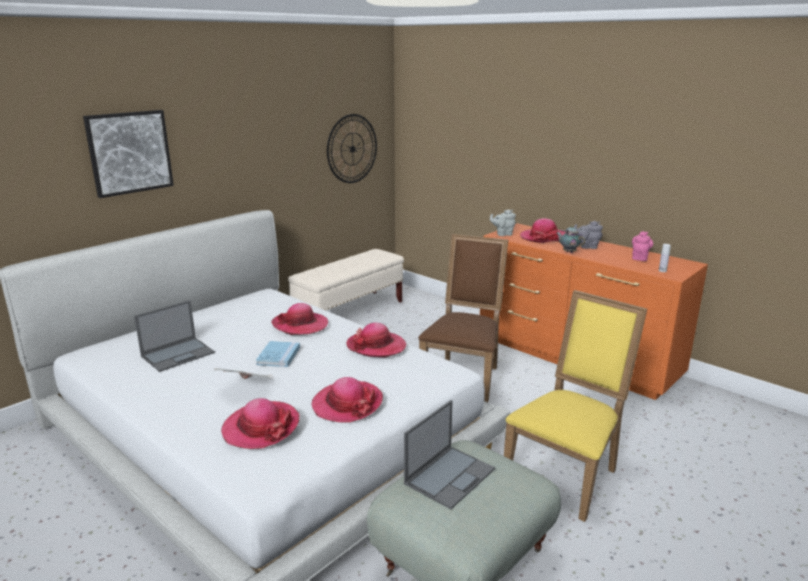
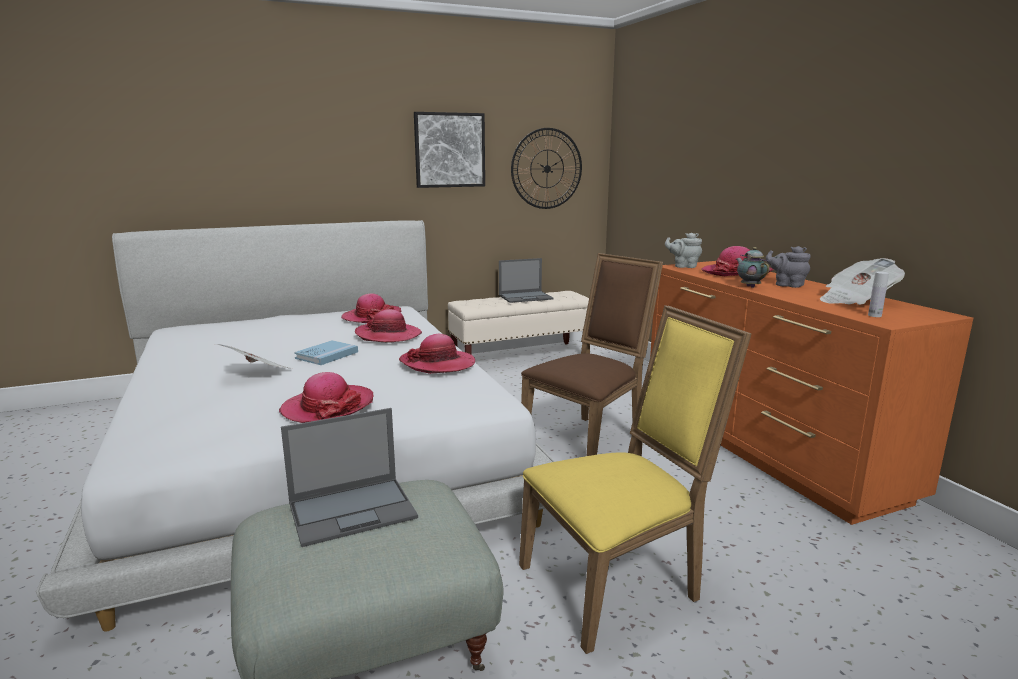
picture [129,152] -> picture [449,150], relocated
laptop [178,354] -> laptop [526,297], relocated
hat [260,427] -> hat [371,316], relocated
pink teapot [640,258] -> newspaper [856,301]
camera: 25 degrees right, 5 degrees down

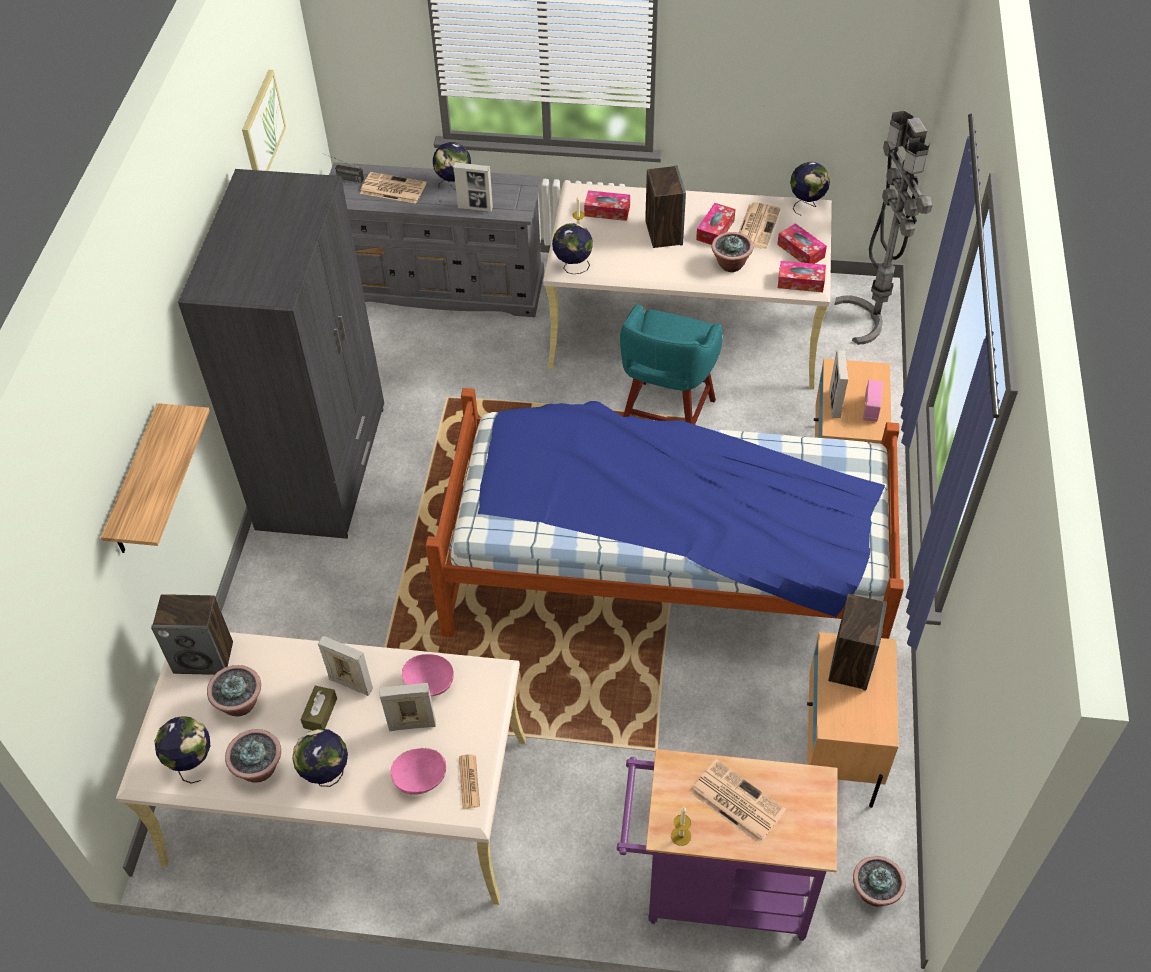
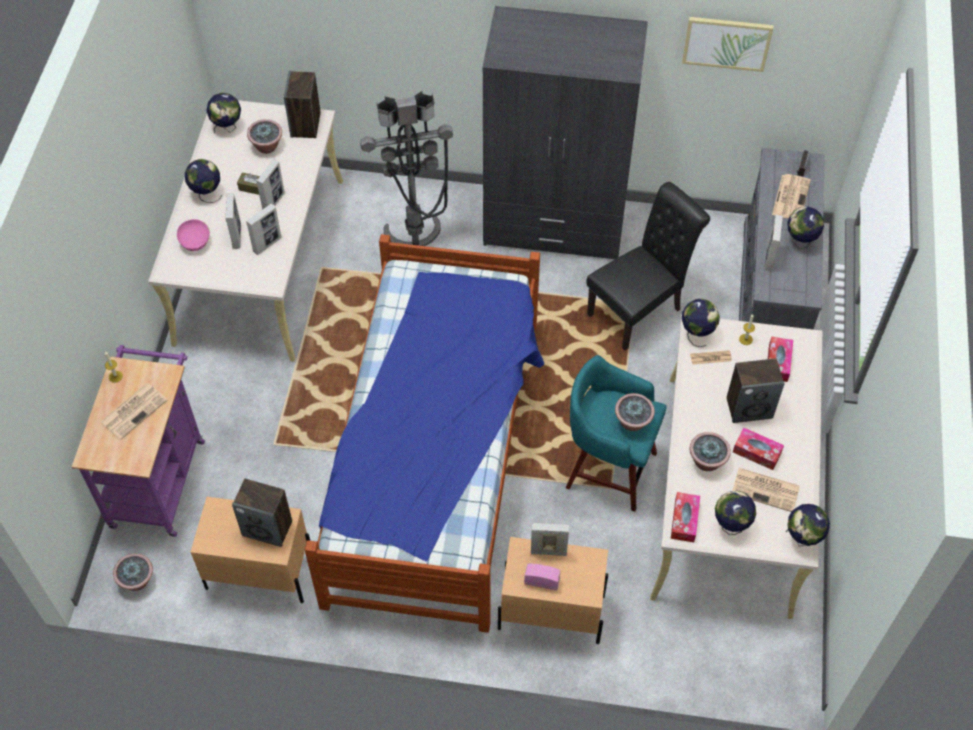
shelf [136,484] -> none
potted plant [259,768] -> potted plant [632,422], relocated
pink bowl [429,684] -> picture frame [267,244]
newspaper [469,781] -> newspaper [710,357], relocated
tissue box [801,251] -> globe [730,525]
grey floor lamp [871,317] -> grey floor lamp [415,242], relocated
none -> black chair [639,310]
camera: 90 degrees right, 5 degrees up

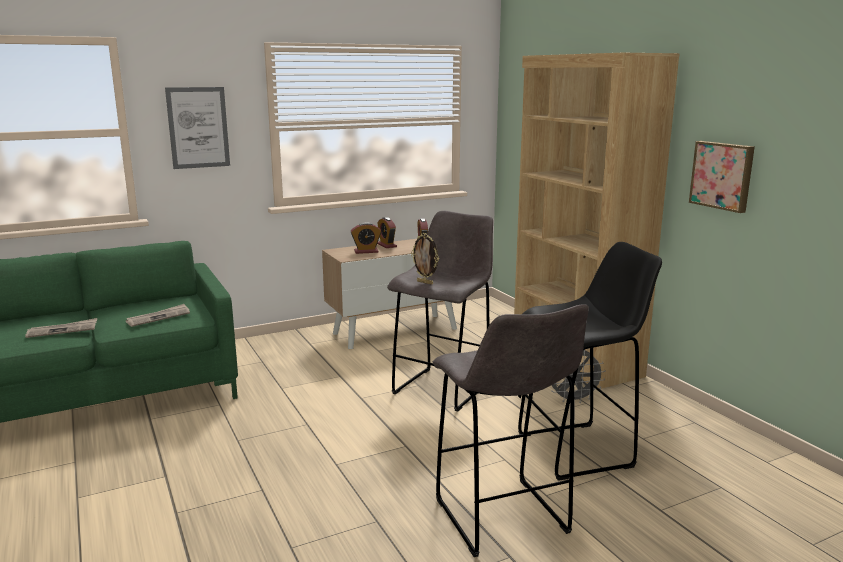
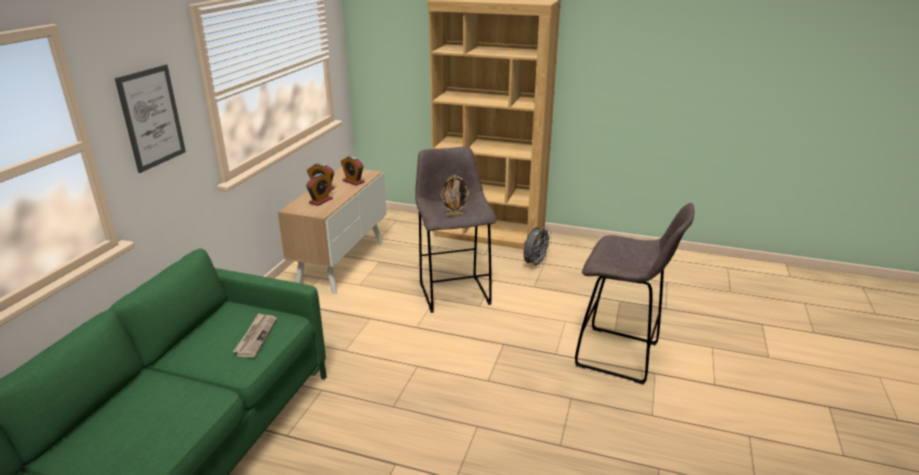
newspaper [63,330] -> none
black stool [578,450] -> none
picture [722,175] -> none
camera: 45 degrees left, 10 degrees up

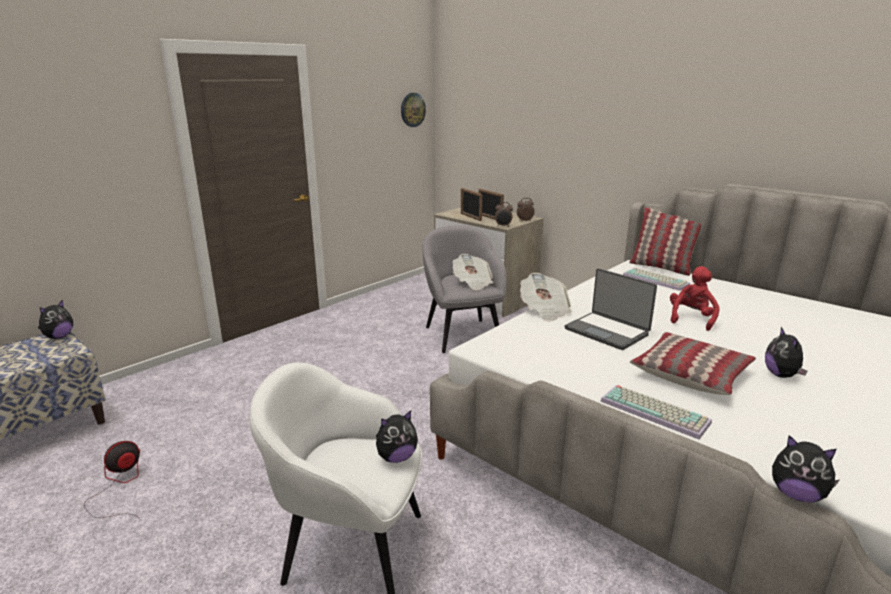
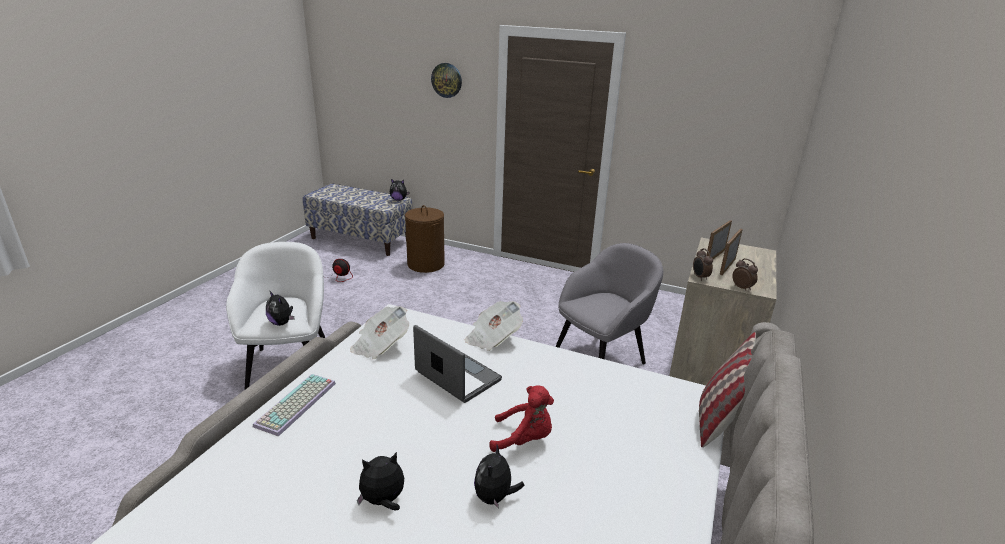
wall clock [412,110] -> wall clock [446,80], relocated
newspaper [472,282] -> newspaper [380,345], relocated
laptop [607,331] -> laptop [456,377], 105 degrees clockwise
keyboard [656,280] -> none
pillow [690,373] -> none
plush toy [796,494] -> plush toy [495,497], relocated
none -> brown laundry basket [425,264]
camera: 70 degrees right, 5 degrees up

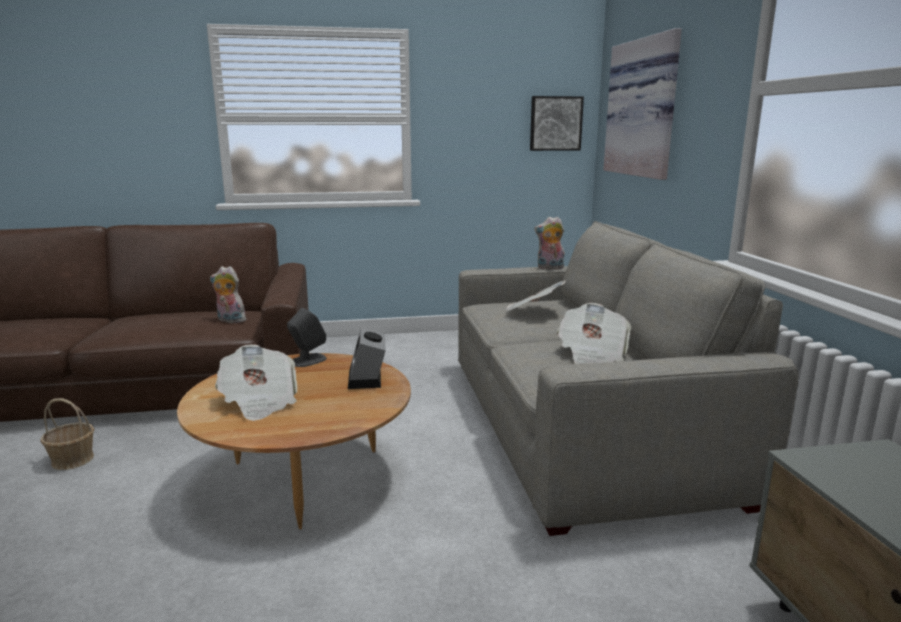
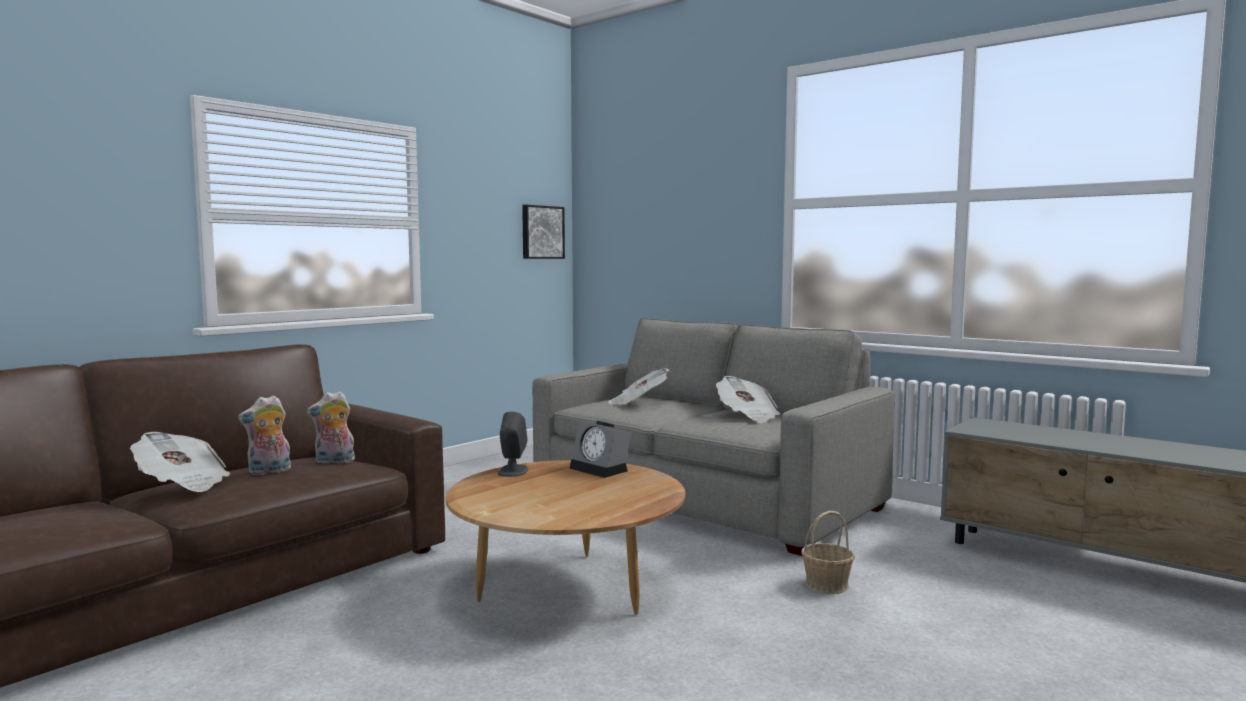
basket [73,460] -> basket [827,585], relocated
newspaper [259,402] -> newspaper [183,484], relocated
plush toy [549,268] -> plush toy [269,472], relocated
picture [644,108] -> none
camera: 40 degrees left, 10 degrees down

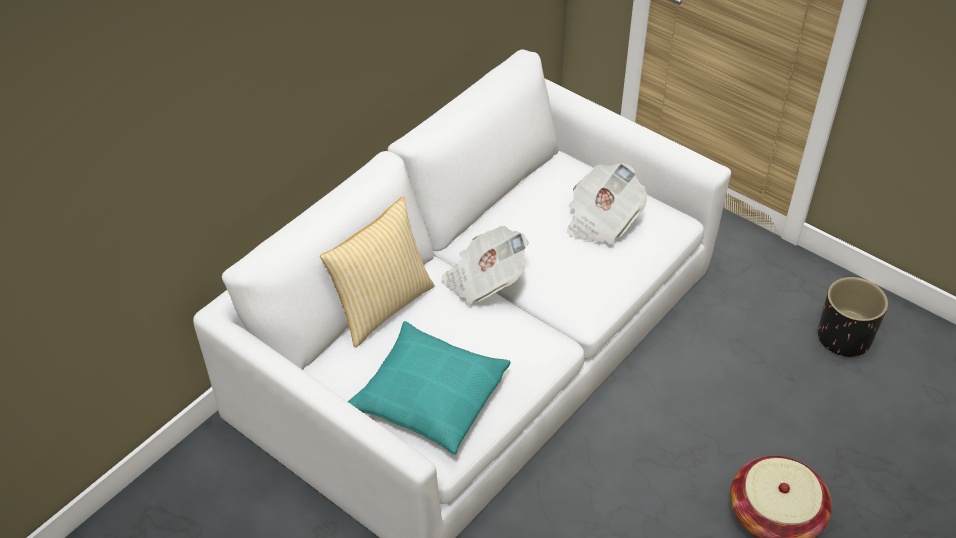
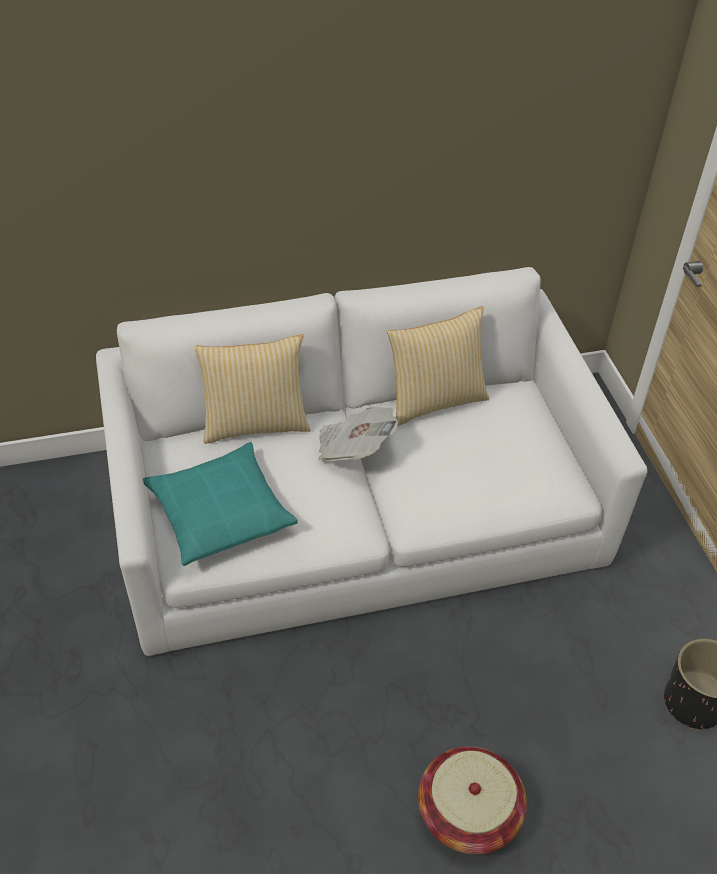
newspaper [601,220] -> none
none -> pillow [434,400]
camera: 35 degrees right, 0 degrees up

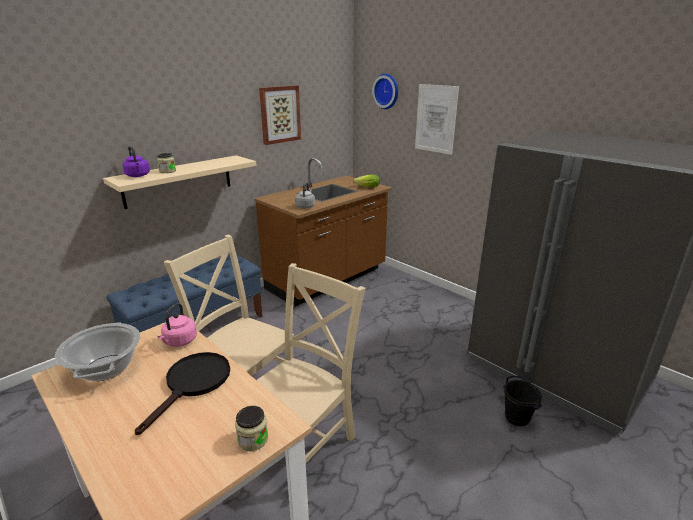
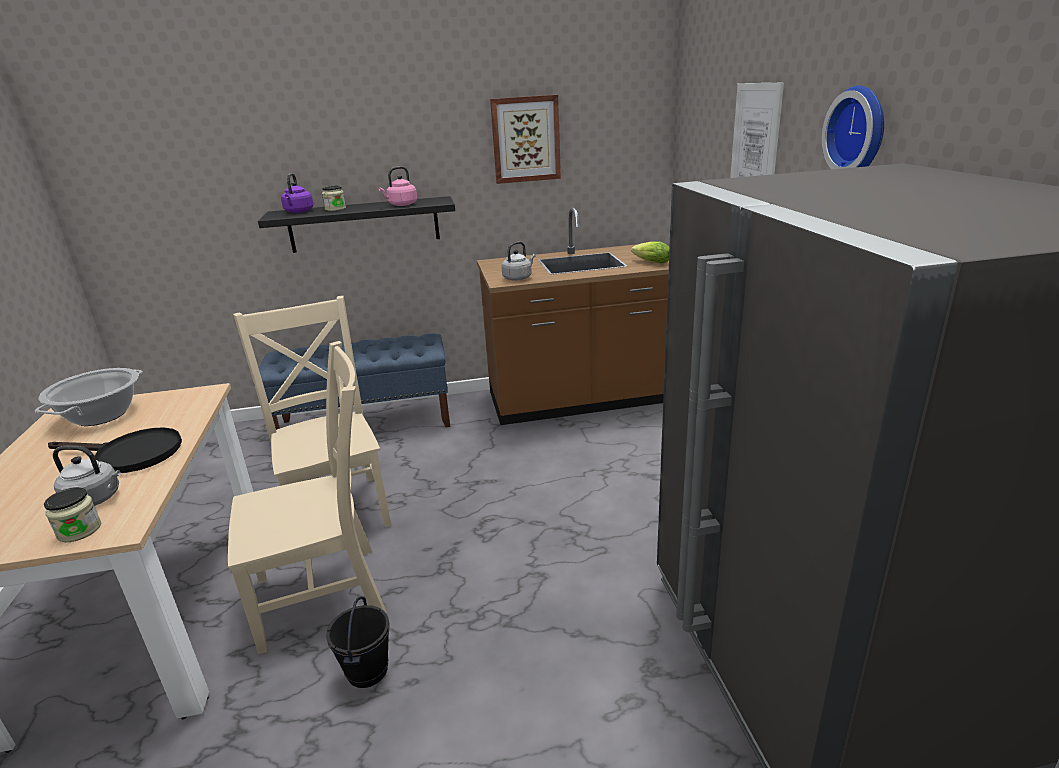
beige shelf [178,181] -> black shelf [364,224]
black frying pan [193,384] -> black frying pan [130,455], 45 degrees clockwise
pink kettle [179,342] -> pink kettle [401,205], relocated
wall clock [387,91] -> wall clock [859,131], relocated
black bucket [517,417] -> black bucket [368,671], relocated
none -> grey kettle [96,499]
camera: 35 degrees right, 0 degrees up

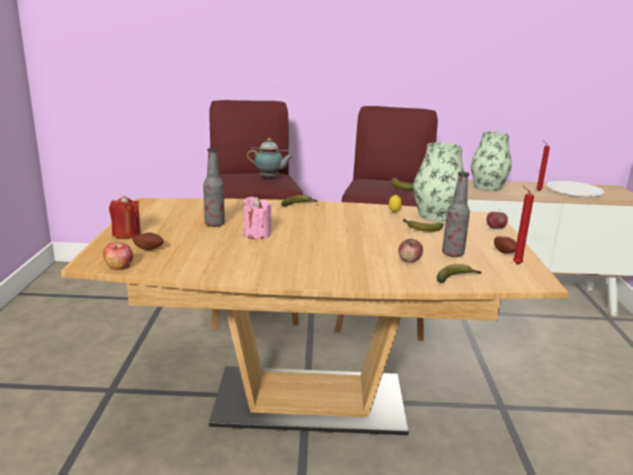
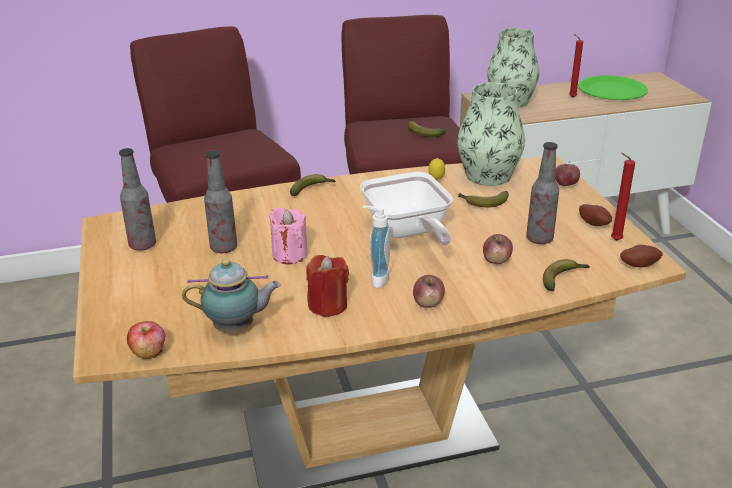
red candle [126,234] -> red candle [327,305], relocated
potato [149,248] -> potato [638,264], relocated
teapot [270,178] -> teapot [237,328], relocated
white plate [574,190] -> green plate [612,90]
none -> bottle [142,245]
none -> frying pan [408,232]
none -> soap dispenser [376,278]
none -> apple [428,303]
camera: 15 degrees left, 10 degrees up

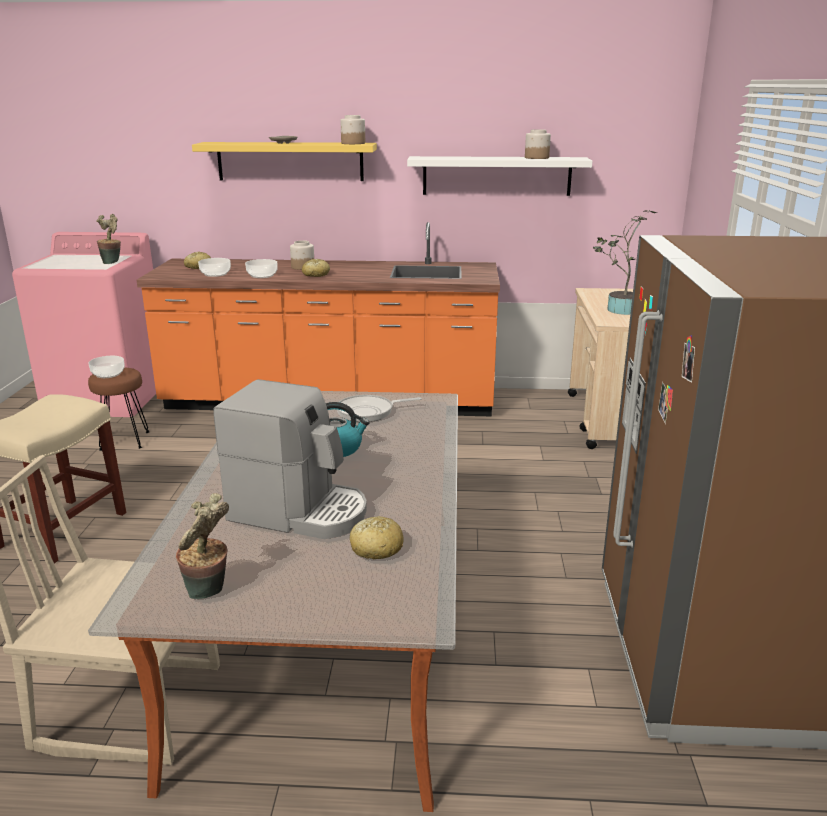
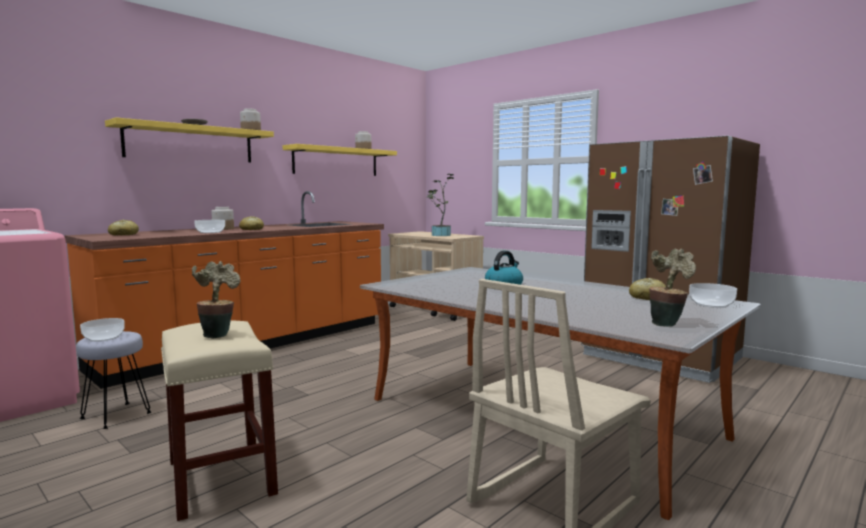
brown stool [125,440] -> grey stool [116,415]
potted plant [113,262] -> potted plant [217,334], relocated
bowl [215,274] -> bowl [712,304], relocated
coffee machine [299,512] -> none
frying pan [368,412] -> none
white shelf [496,176] -> yellow shelf [336,161]
camera: 50 degrees left, 15 degrees down

